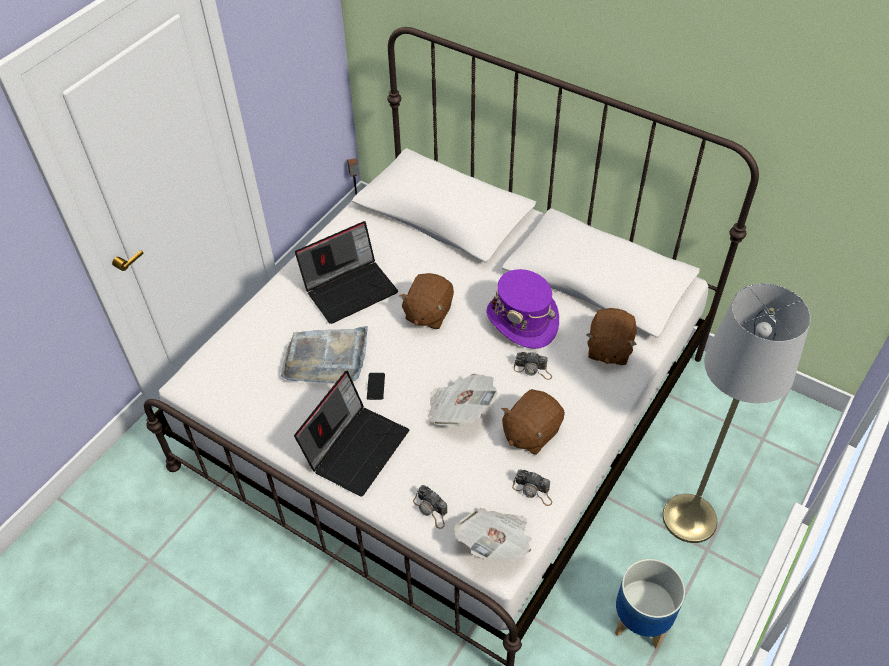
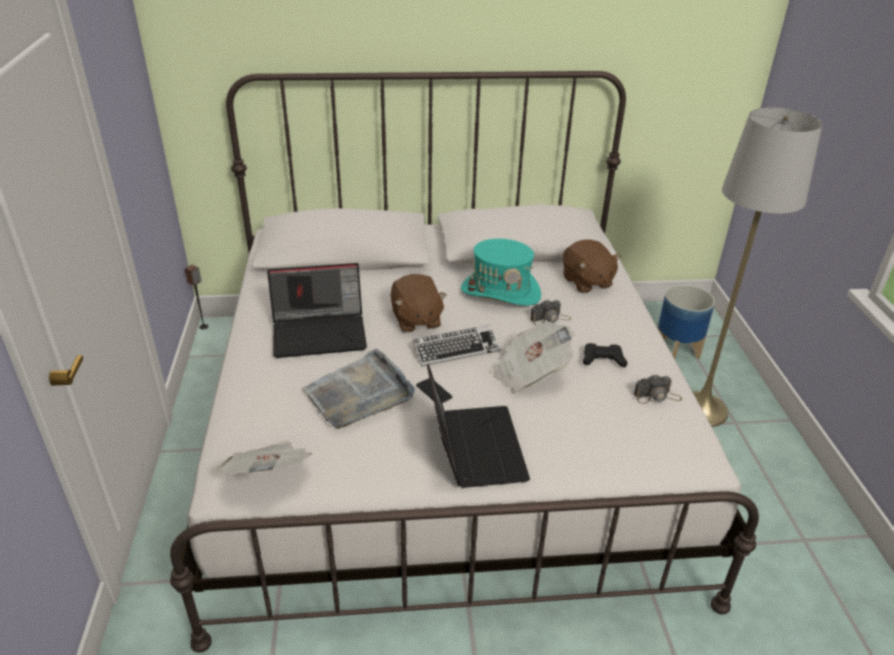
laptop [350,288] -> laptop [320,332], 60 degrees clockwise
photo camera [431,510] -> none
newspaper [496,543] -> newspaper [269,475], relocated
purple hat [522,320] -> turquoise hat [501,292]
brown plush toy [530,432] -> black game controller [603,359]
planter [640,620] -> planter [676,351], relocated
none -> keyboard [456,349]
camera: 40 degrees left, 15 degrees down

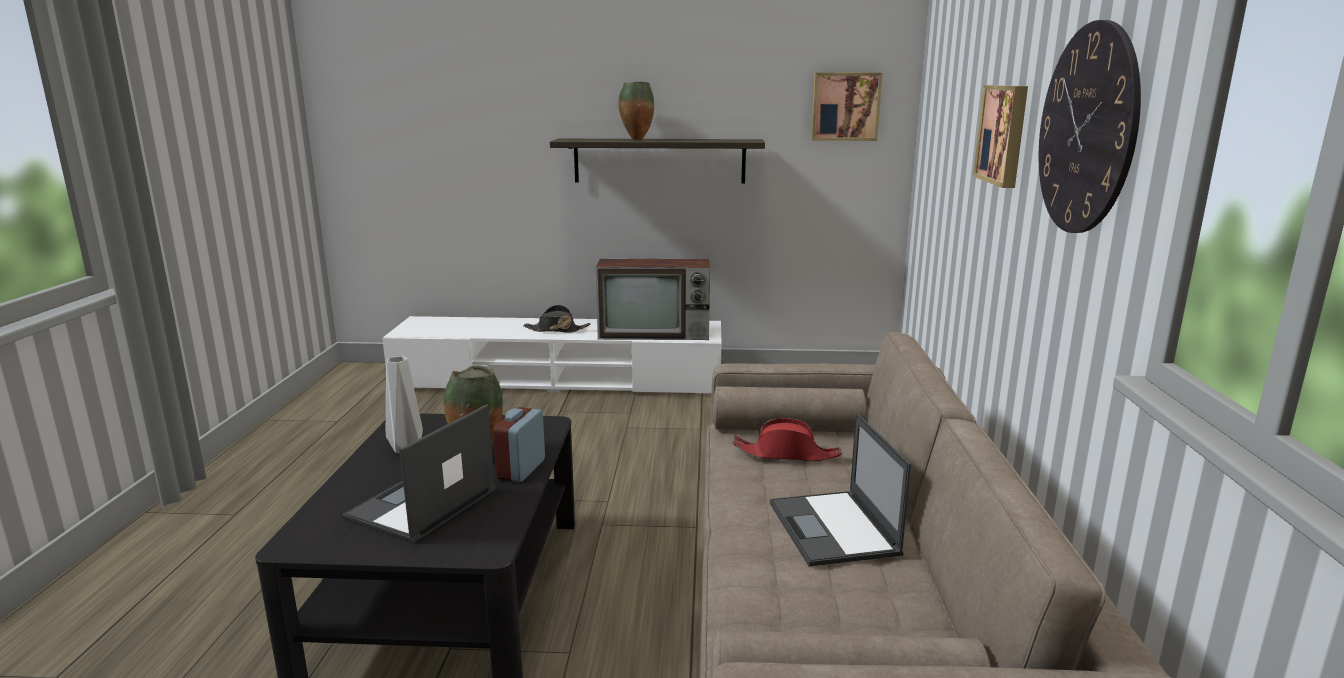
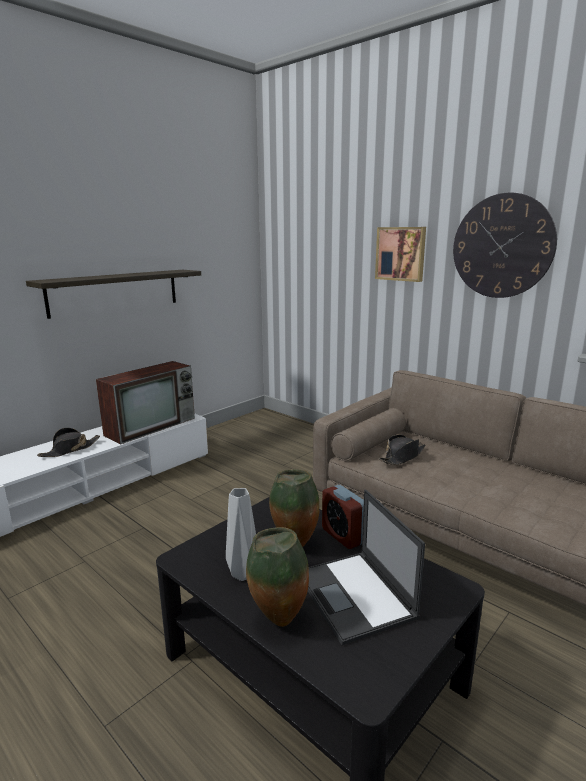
vase [636,139] -> vase [278,620], relocated
red hat [786,454] -> black hat [402,456]
laptop [834,529] -> none
picture [845,106] -> none
camera: 50 degrees left, 0 degrees up

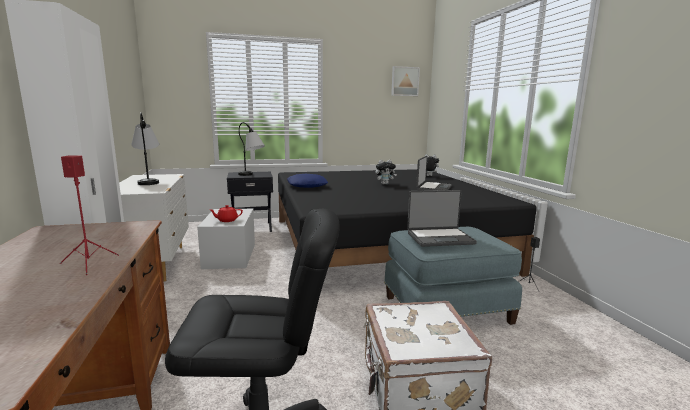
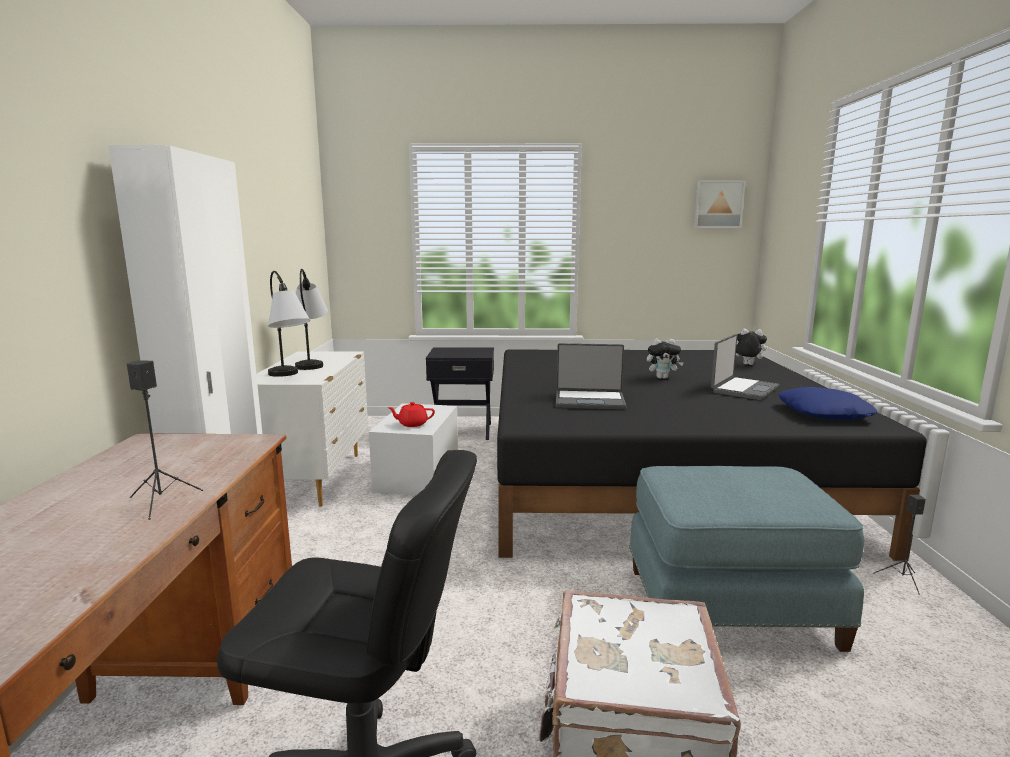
red speaker [89,263] -> black speaker [162,501]
table lamp [251,175] -> table lamp [289,377], relocated
blue pillow [307,186] -> blue pillow [824,413], relocated
laptop [439,238] -> laptop [589,401], relocated
camera: 15 degrees right, 0 degrees up

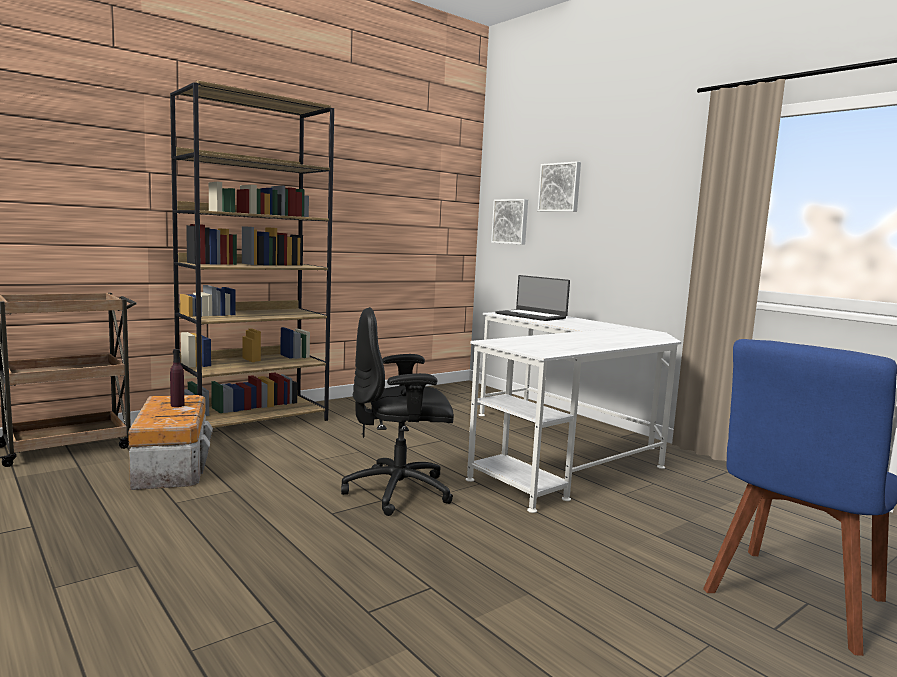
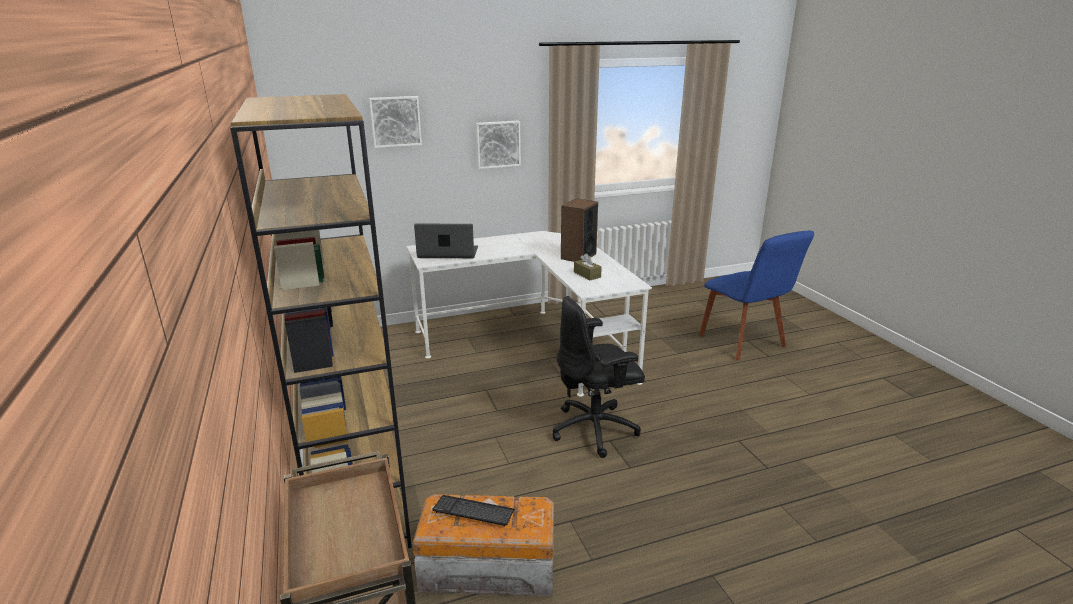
purple bottle [177,405] -> keyboard [473,511]
black office chair [400,492] -> black office chair [596,429], 60 degrees clockwise
picture [511,221] -> picture [497,144], relocated
laptop [531,316] -> laptop [448,253], 150 degrees counterclockwise
none -> speaker [578,256]
none -> brown tissue box [587,275]
camera: 70 degrees left, 15 degrees up

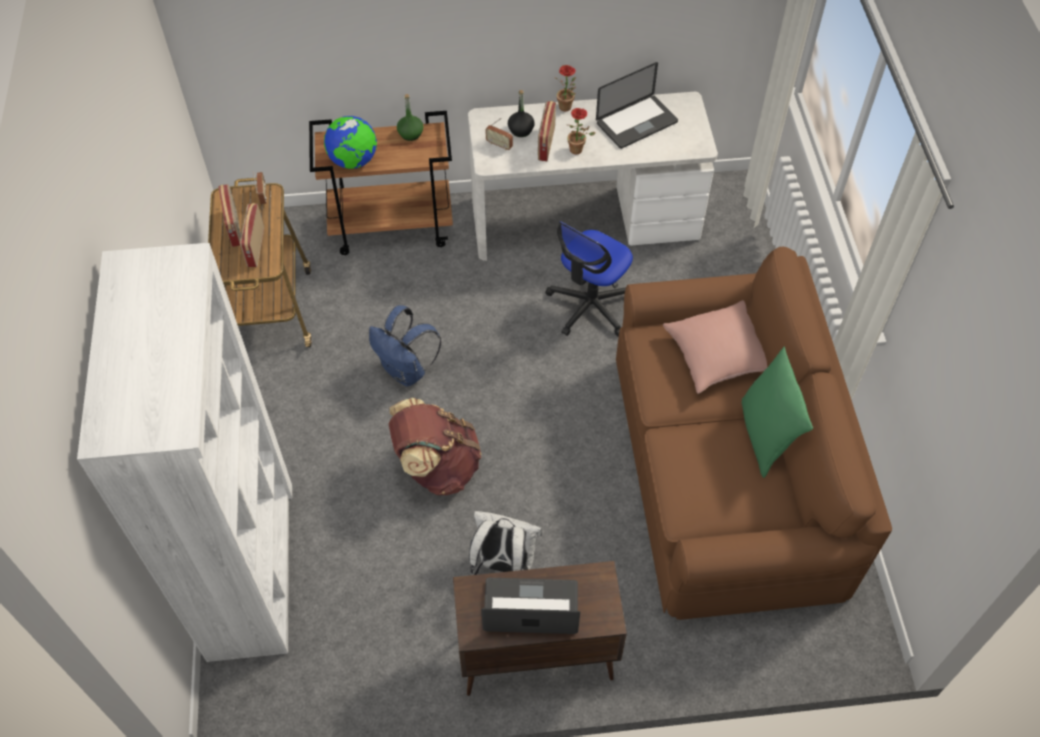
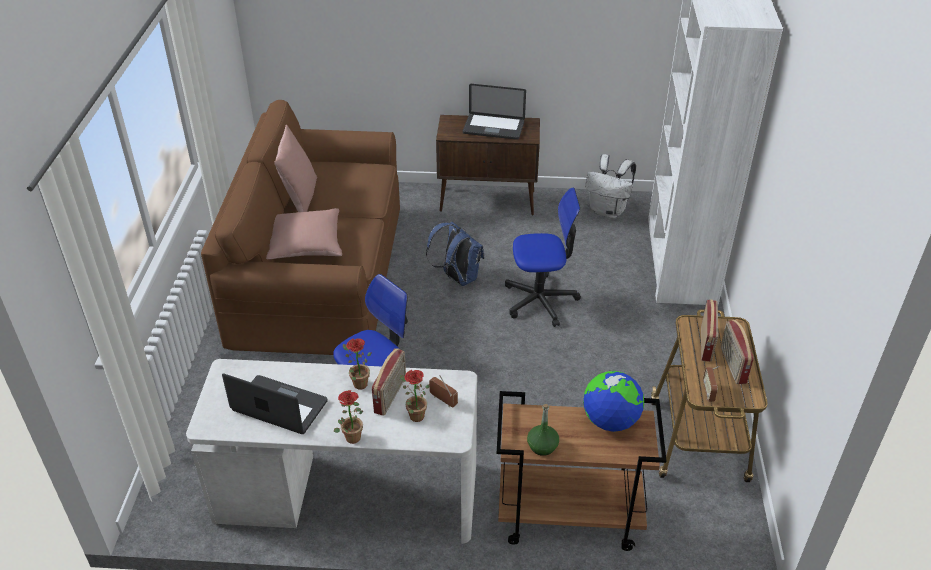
blue backpack [406,371] -> blue backpack [457,278], relocated
brown backpack [437,466] -> office chair [540,300]
white backpack [504,564] -> white backpack [608,211], relocated
black bottle [521,130] -> potted plant [414,415]
laptop [636,123] -> laptop [279,406], 45 degrees clockwise
green pillow [765,436] -> pink pillow [300,198]
camera: 170 degrees left, 15 degrees down

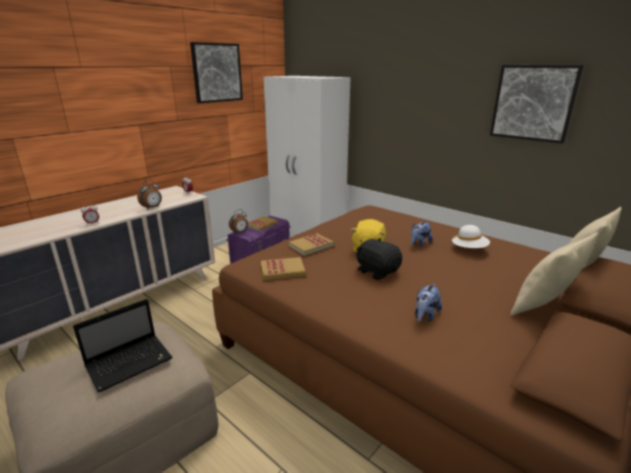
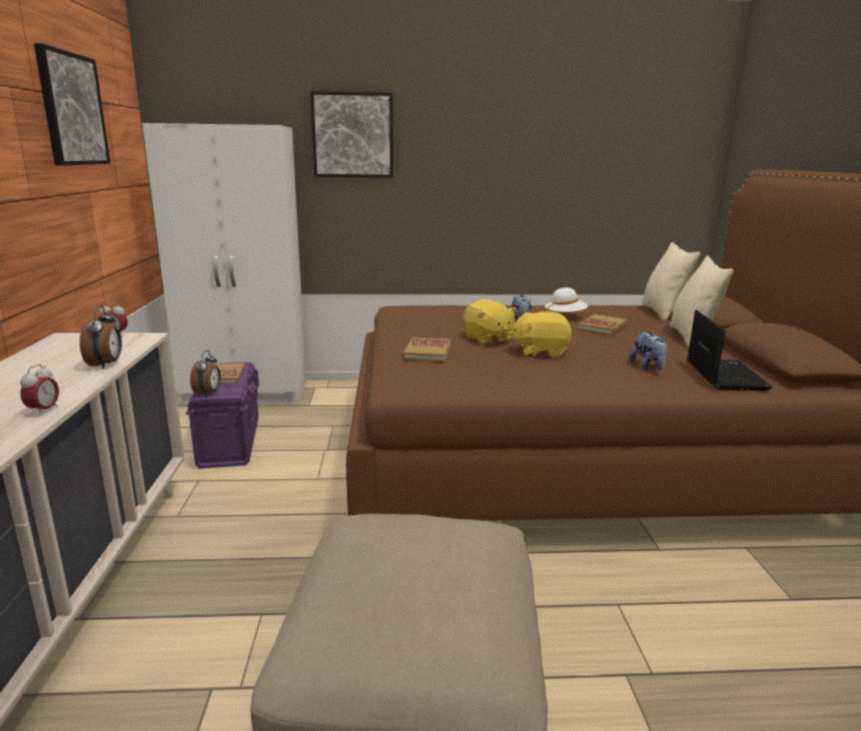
laptop [131,362] -> laptop [724,375], relocated
book [282,270] -> book [602,327], relocated
black plush toy [377,271] -> yellow plush toy [540,352]
picture [533,103] -> picture [353,135], relocated
camera: 45 degrees left, 5 degrees down

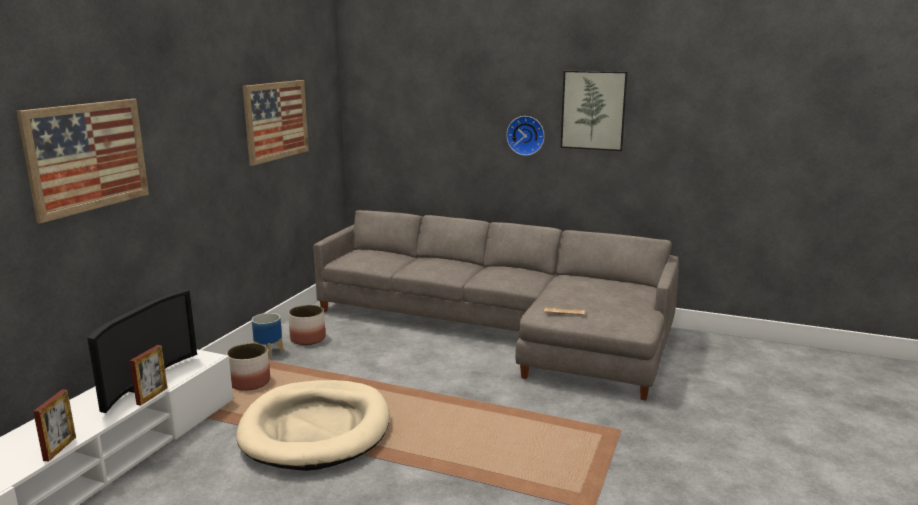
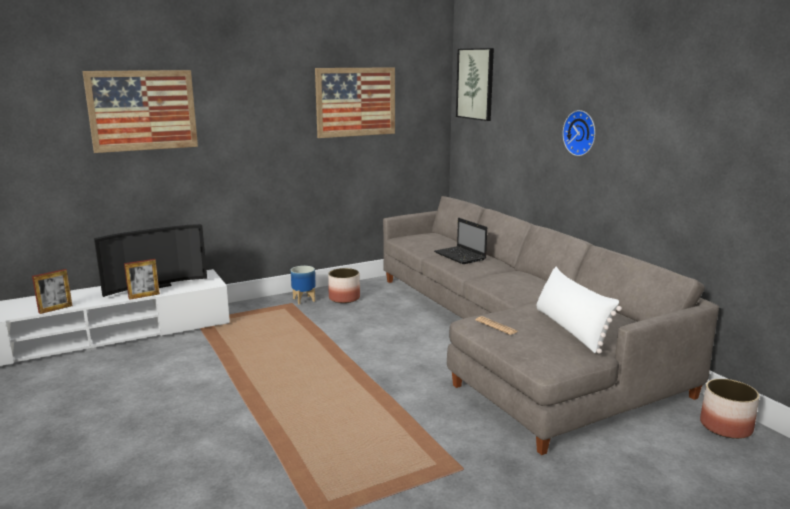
planter [250,382] -> planter [725,427], relocated
beige dog bed [316,429] -> none
picture [593,110] -> picture [475,84], relocated
none -> laptop [460,256]
none -> white pillow [570,329]
camera: 40 degrees right, 0 degrees up

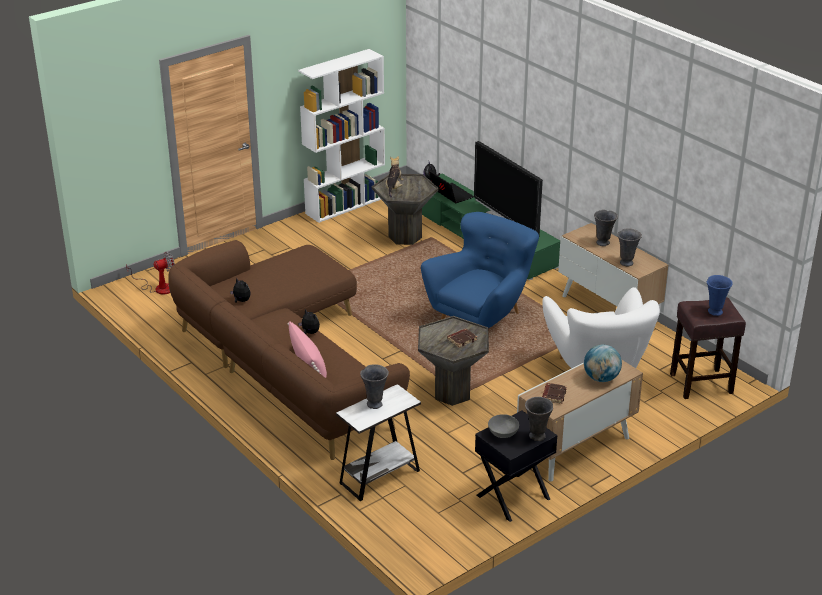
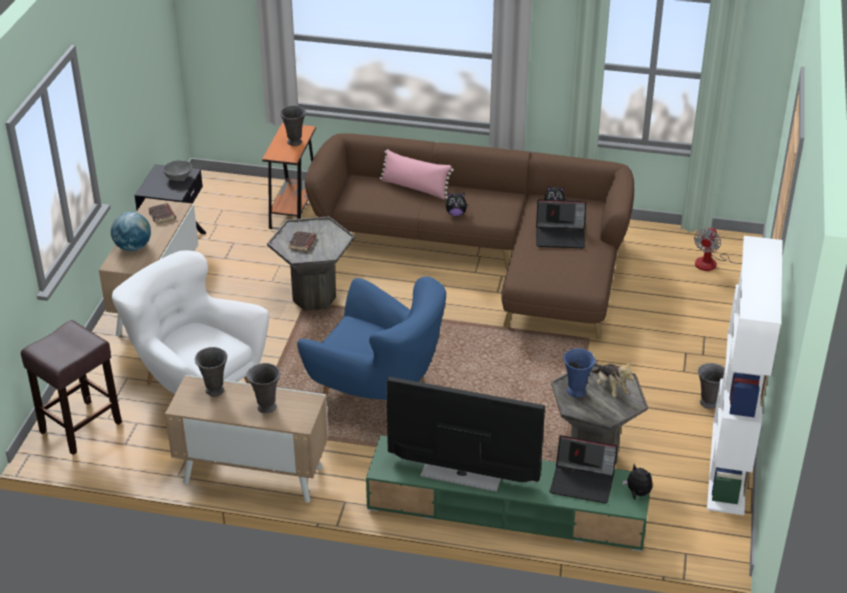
white side table [379,477] -> orange side table [294,211]
blue armchair [481,318] -> blue armchair [377,390], 60 degrees counterclockwise
grey vase [537,436] -> grey vase [707,403], relocated
blue vase [715,311] -> blue vase [576,392], relocated
none -> laptop [561,236]
camera: 140 degrees right, 5 degrees up

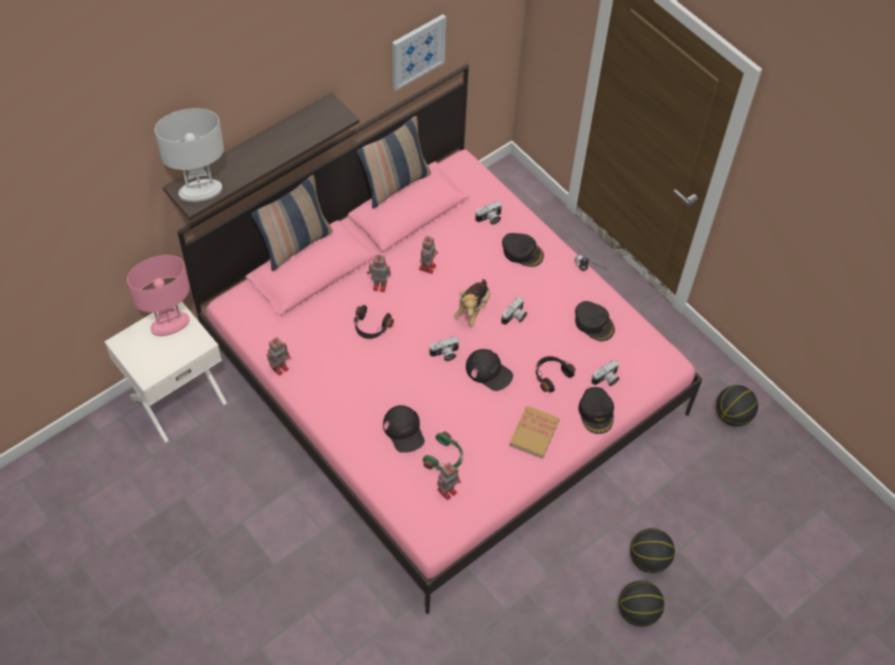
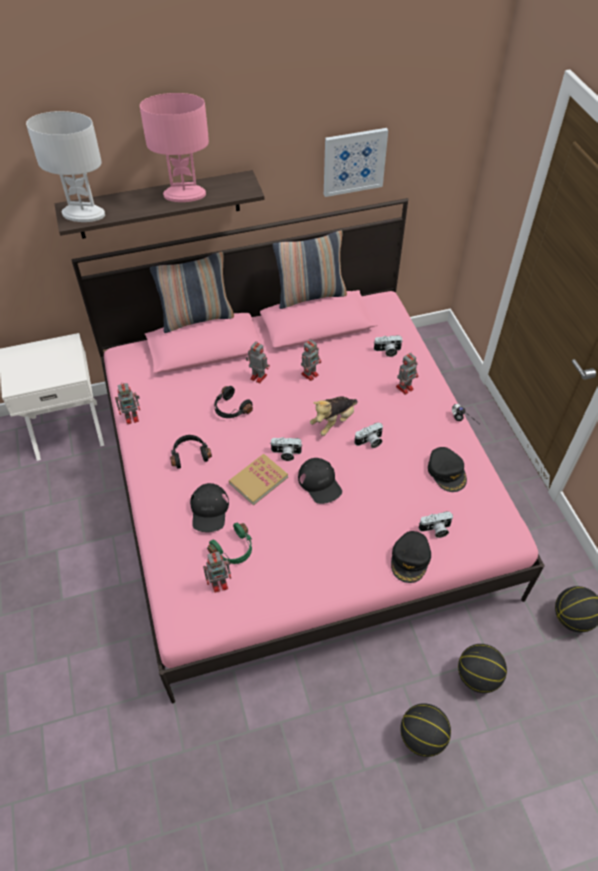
pink table lamp [170,324] -> pink table lamp [185,194], relocated
black cap [522,252] -> toy robot [405,387]
book [534,433] -> book [258,480], relocated
black headphones [551,375] -> black headphones [190,454], relocated
basketball [638,612] -> basketball [477,677], relocated
camera: 25 degrees right, 5 degrees down

